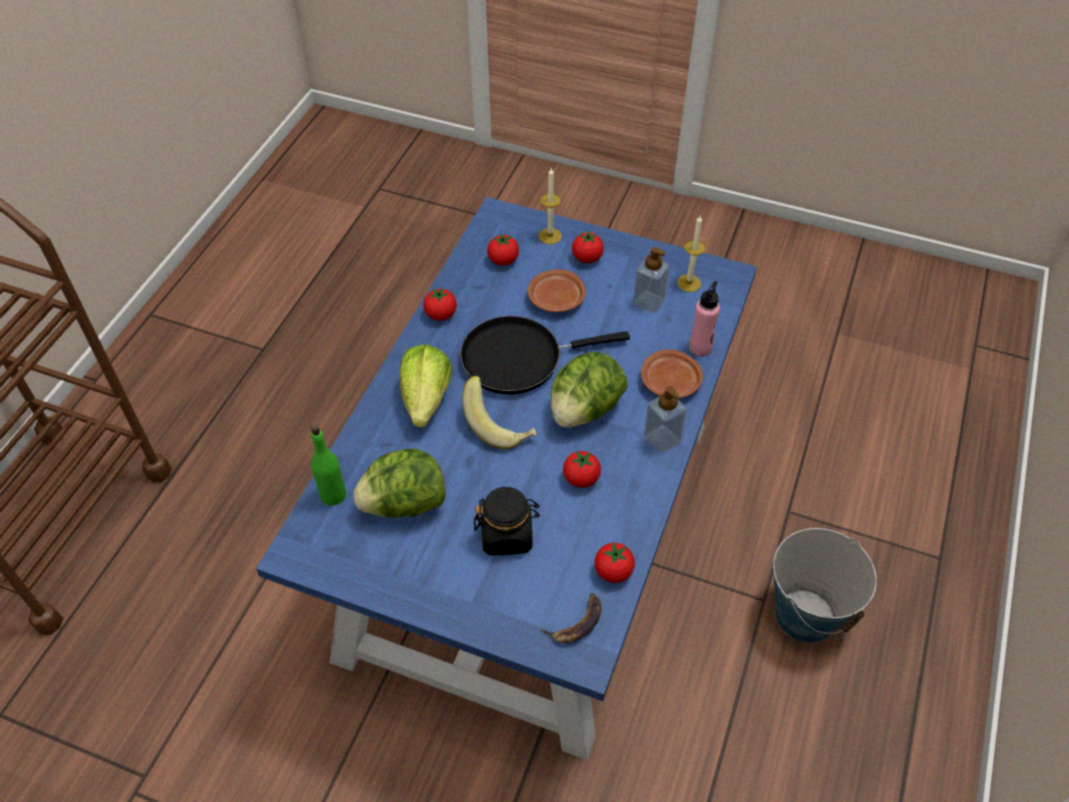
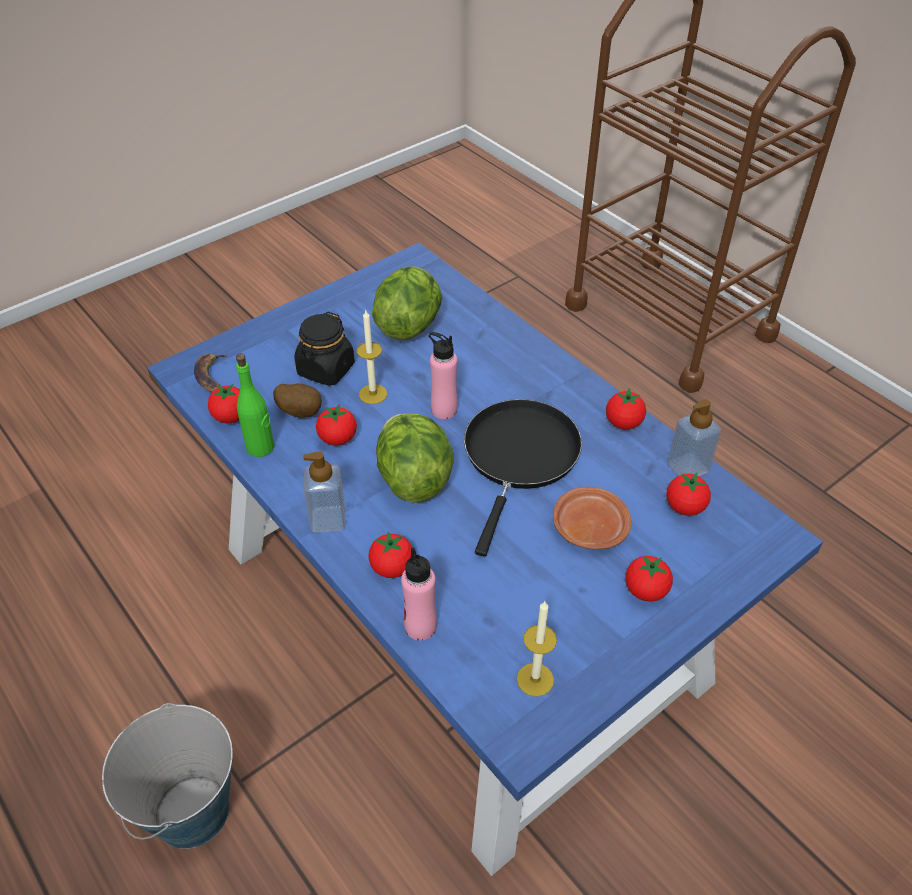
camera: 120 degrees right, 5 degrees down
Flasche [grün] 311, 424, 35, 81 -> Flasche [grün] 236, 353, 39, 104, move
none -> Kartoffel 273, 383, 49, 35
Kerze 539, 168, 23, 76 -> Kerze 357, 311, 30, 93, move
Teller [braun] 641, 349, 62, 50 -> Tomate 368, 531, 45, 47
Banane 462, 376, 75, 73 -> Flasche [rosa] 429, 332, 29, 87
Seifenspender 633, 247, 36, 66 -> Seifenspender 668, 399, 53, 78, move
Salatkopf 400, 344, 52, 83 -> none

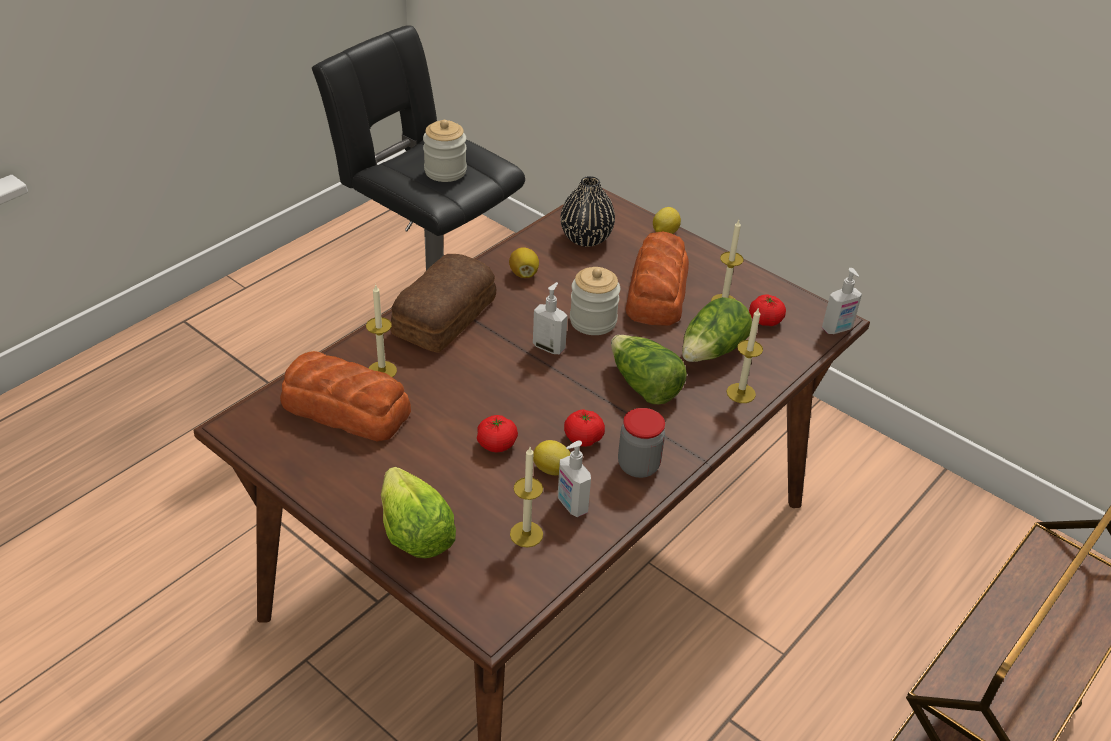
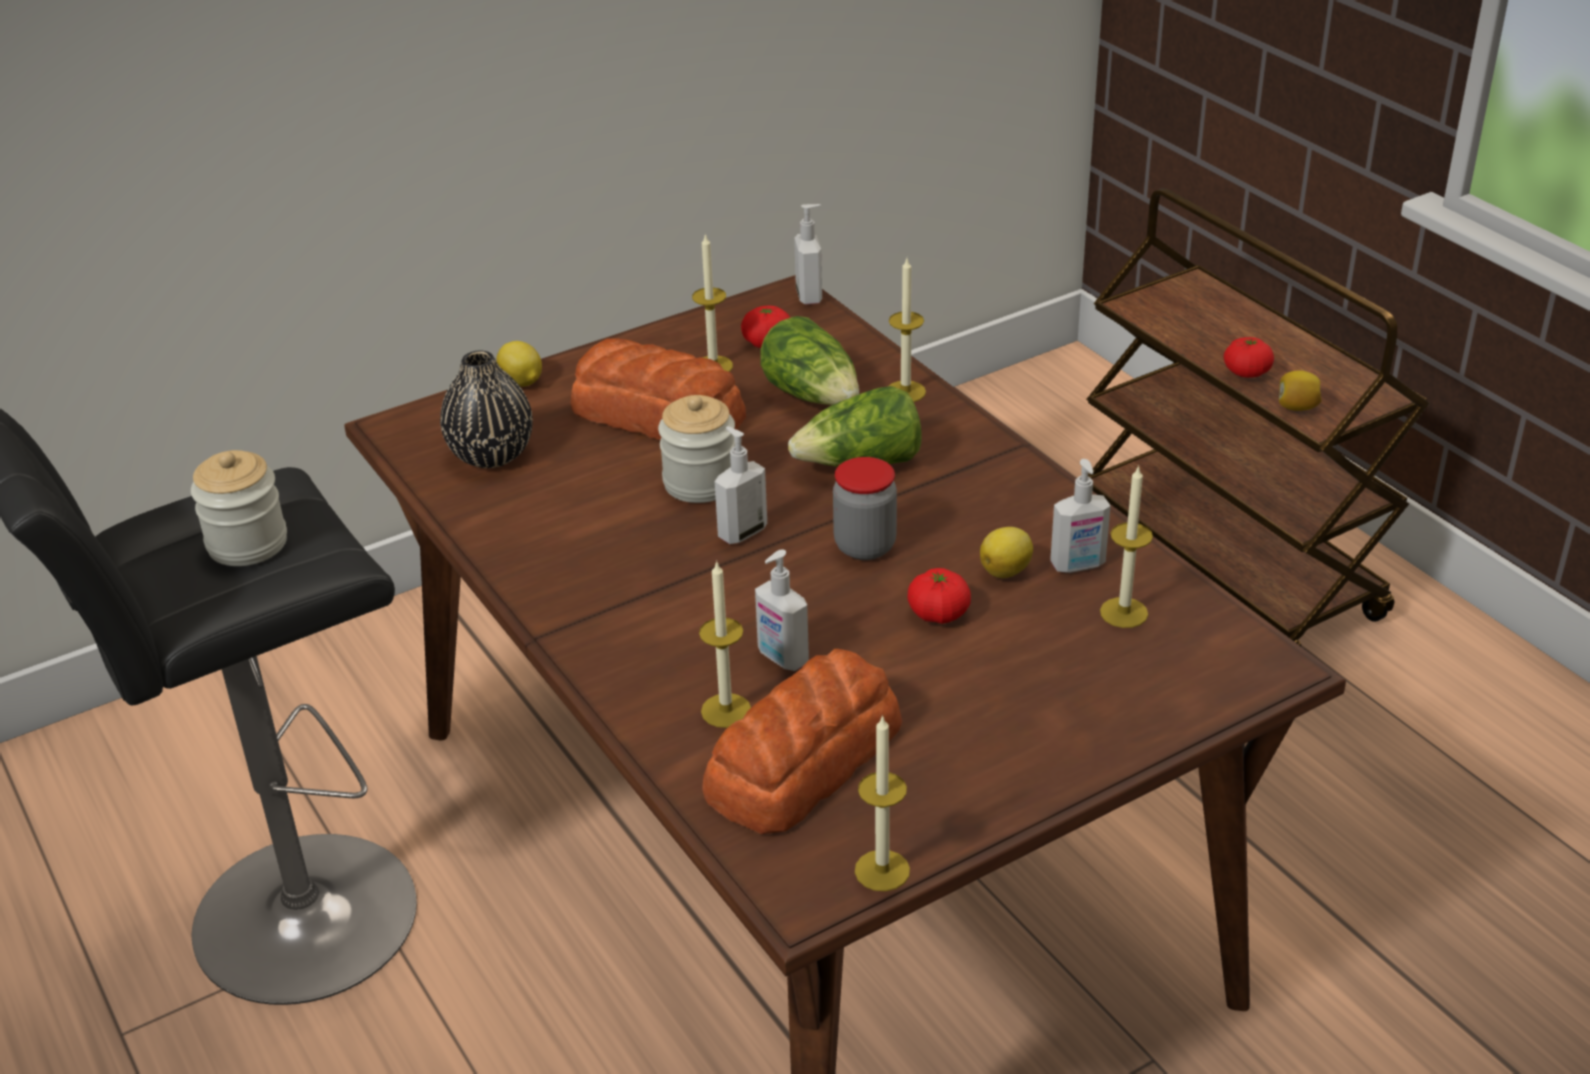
camera: 70 degrees left, 5 degrees down
none -> Seifenspender 755, 549, 54, 122
Vorratsglas 618, 408, 47, 70 -> Vorratsglas 833, 457, 64, 103, move
none -> Kerze 855, 714, 55, 177
Tomate 564, 409, 41, 38 -> Tomate 1224, 337, 50, 41, move
Zitrone 509, 247, 30, 31 -> Zitrone 1279, 370, 43, 41, move
Salatkopf 381, 467, 75, 91 -> none
Brot 391, 254, 105, 99 -> none

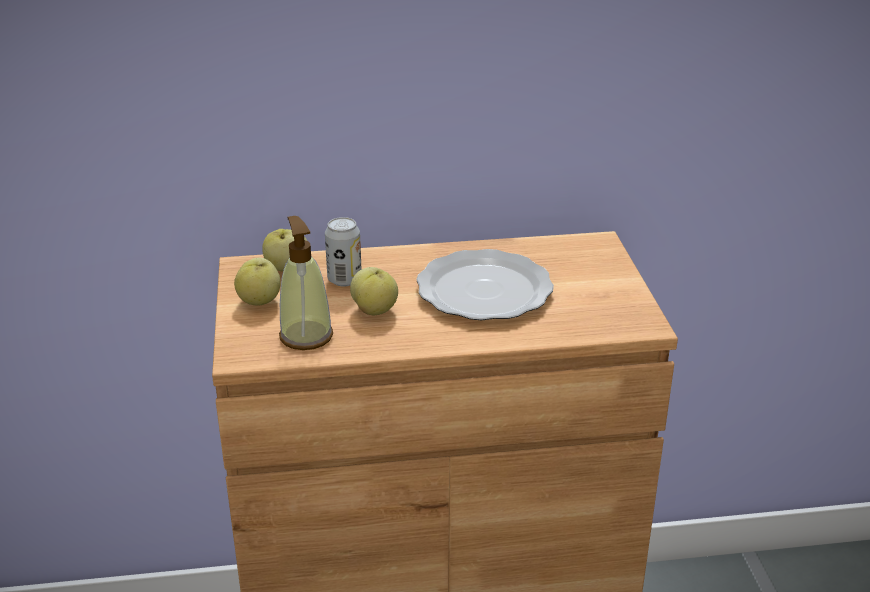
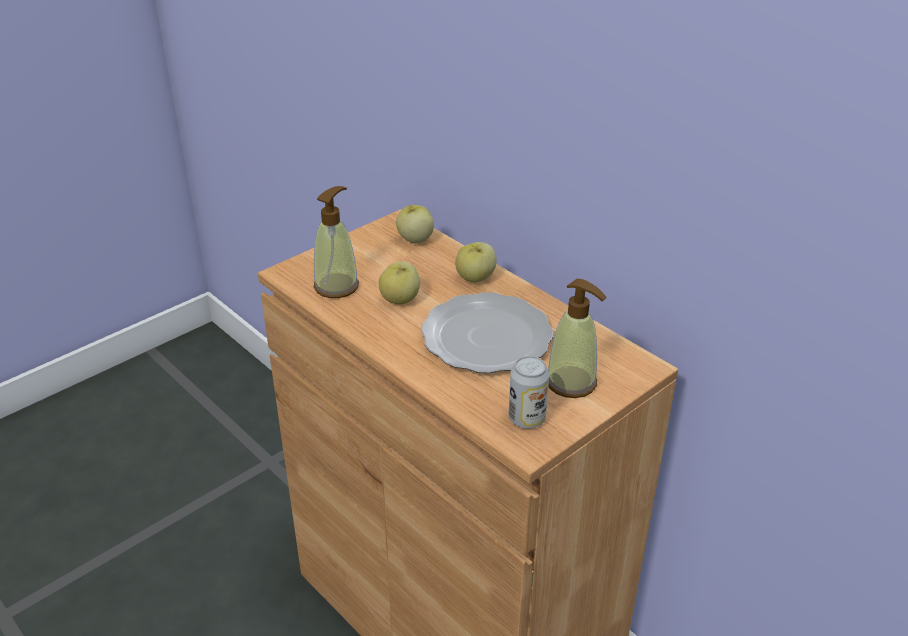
camera: 55 degrees right, 5 degrees up
Apfel 234, 258, 47, 48 -> Apfel 455, 242, 42, 40, move
Dose 325, 217, 37, 69 -> Dose 509, 356, 40, 73, move
none -> Seifenspender 548, 279, 59, 119

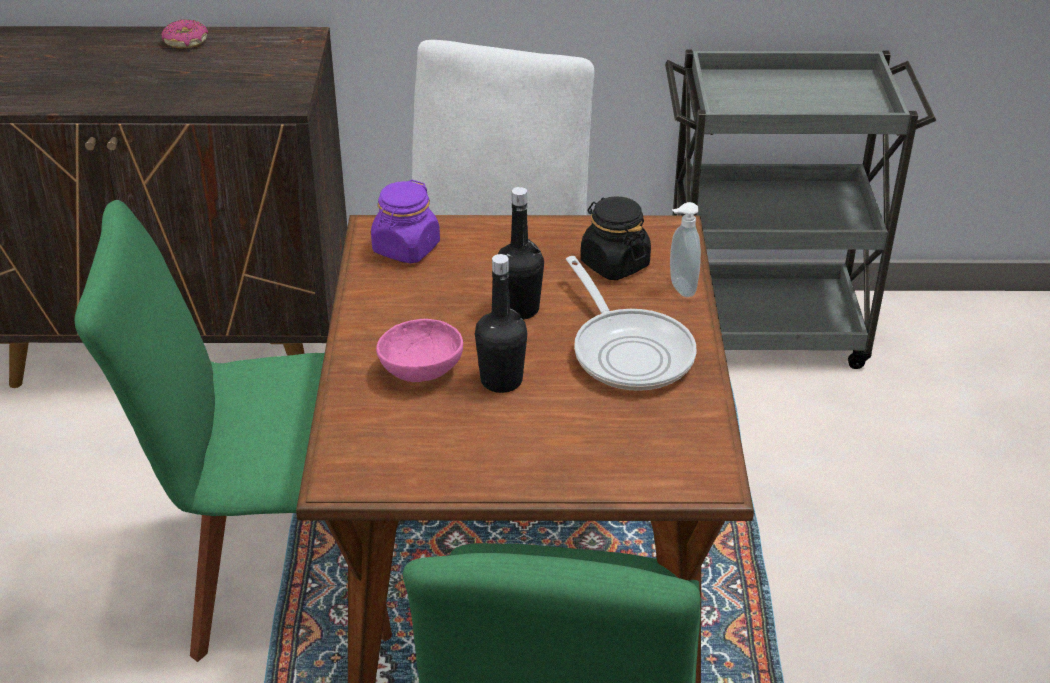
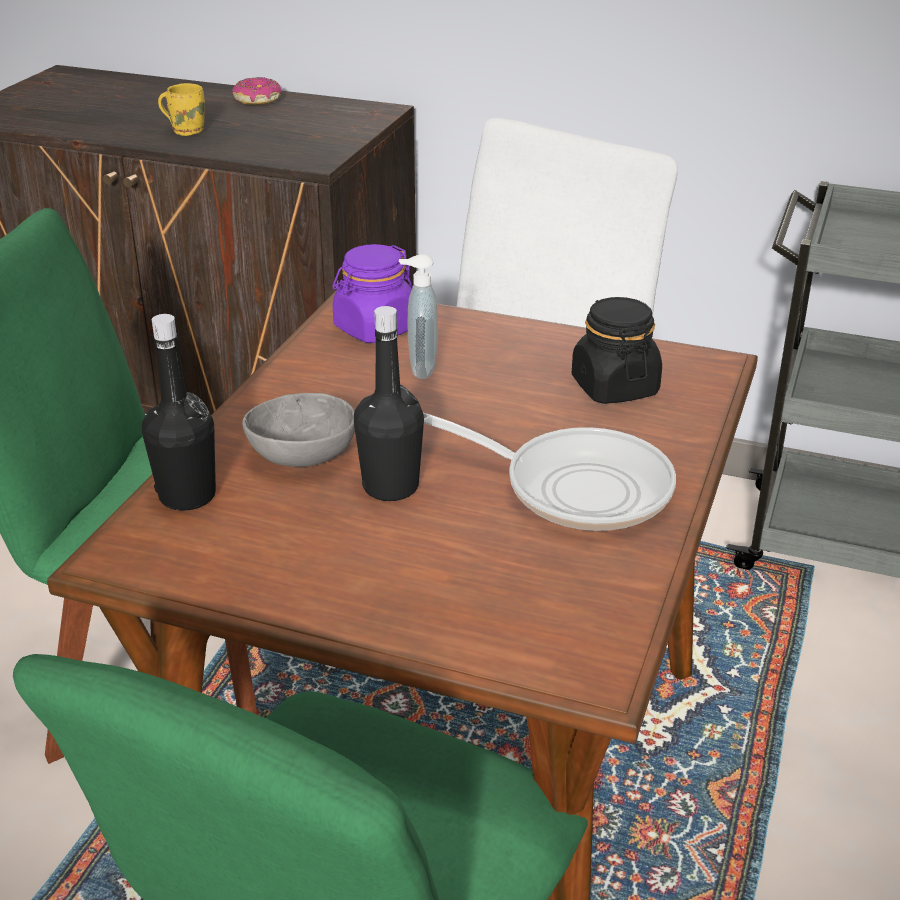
camera: 20 degrees right, 5 degrees down
Flasche [schwarz] 498, 187, 46, 133 -> Flasche [schwarz] 142, 314, 74, 197, move
none -> Henkelbecher [gelb] 158, 83, 47, 53
Schüssel [rosa] 376, 319, 87, 63 -> Schüssel [grau] 242, 393, 113, 74
Seifenspender 670, 202, 31, 95 -> Seifenspender 399, 254, 39, 125, move
Pfanne 566, 256, 130, 135 -> Pfanne 423, 413, 253, 118, 60 degrees counterclockwise

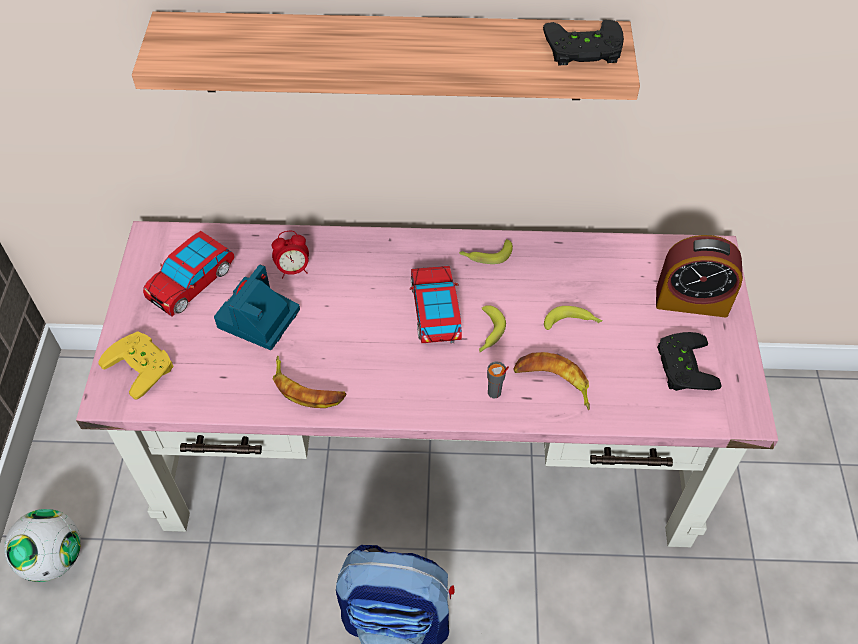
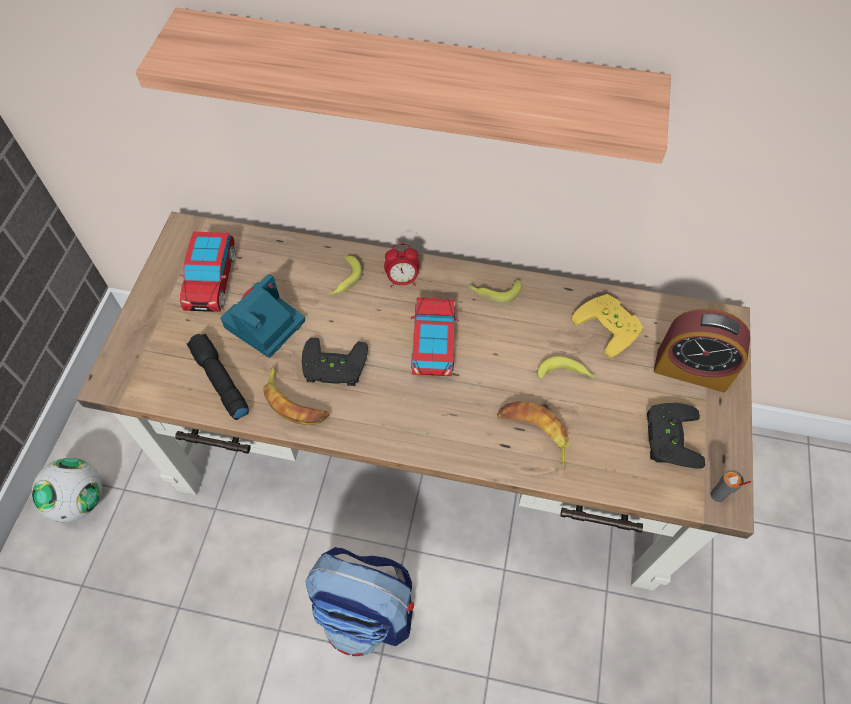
camera: 10 degrees right, 5 degrees up
Schreibtisch [rosa] 76, 221, 702, 327 -> Schreibtisch [braun] 76, 212, 678, 379
Spielzeugauto 143, 231, 91, 86 -> Spielzeugauto 179, 232, 57, 80, 45 degrees counterclockwise
none -> Taschenlampe [schwarz] 186, 334, 63, 86
Gamepad [schwarz] 543, 20, 81, 46 -> Gamepad [schwarz] 302, 338, 66, 48, move
Banane 479, 305, 27, 47 -> Banane 329, 255, 34, 41, move
Wecker 272, 231, 37, 48 -> Wecker 384, 244, 36, 44, move
Gamepad [gelb] 98, 331, 75, 69 -> Gamepad [gelb] 571, 294, 72, 64, move
Tasse [grau] 487, 361, 22, 38 -> Tasse [grau] 711, 470, 40, 32, move

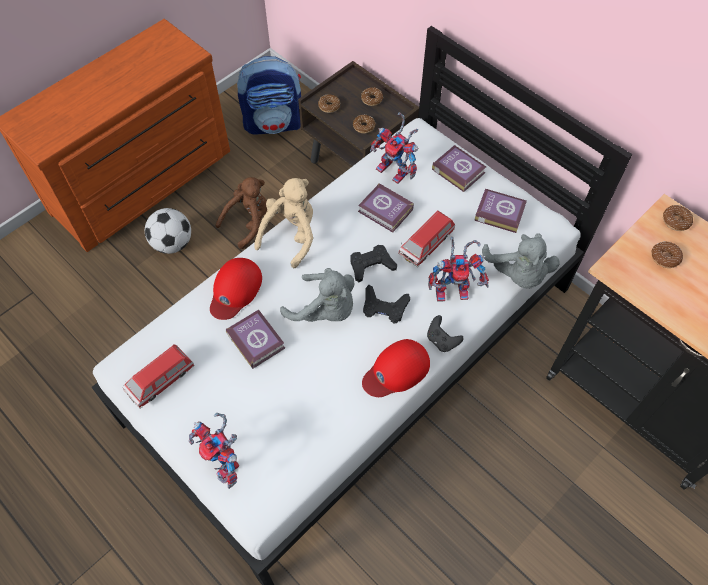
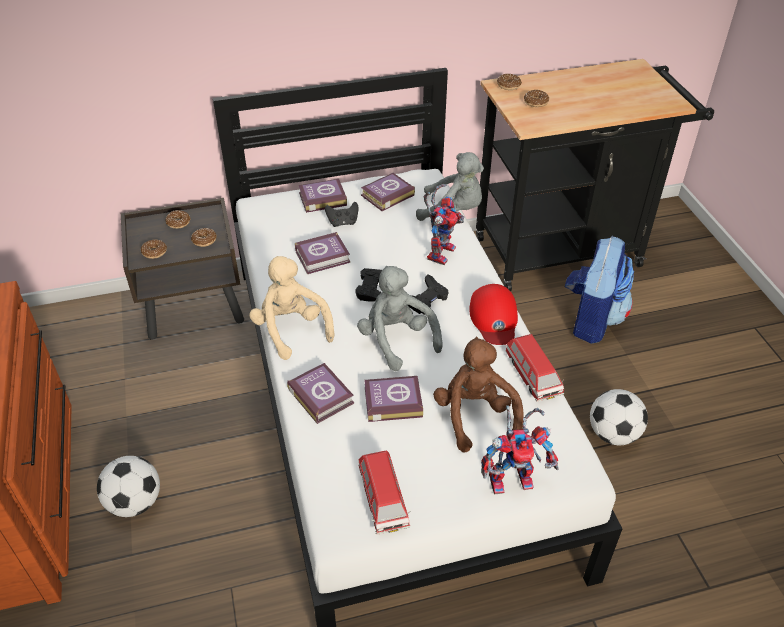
camera: 60 degrees left, 15 degrees down
Kappe [rot] 210, 258, 52, 62 -> Buch 287, 363, 67, 61
Gamepad [schwarz] 427, 315, 37, 37 -> Gamepad [schwarz] 325, 202, 33, 25, move
Plüschtier [grau] 280, 268, 74, 54 -> Plüschtier [grau] 357, 266, 86, 105, 90 degrees counterclockwise
Plüschtier [braun] 216, 177, 51, 72 -> Plüschtier [braun] 433, 337, 91, 116, move
Spielzeugauto 398, 210, 57, 57 -> Spielzeugauto 506, 334, 58, 68, move
Rucksack 237, 56, 64, 78 -> Rucksack 565, 236, 69, 108, move
none -> Fußball 590, 389, 58, 56
Spielzeugroboter 370, 112, 49, 72 -> none

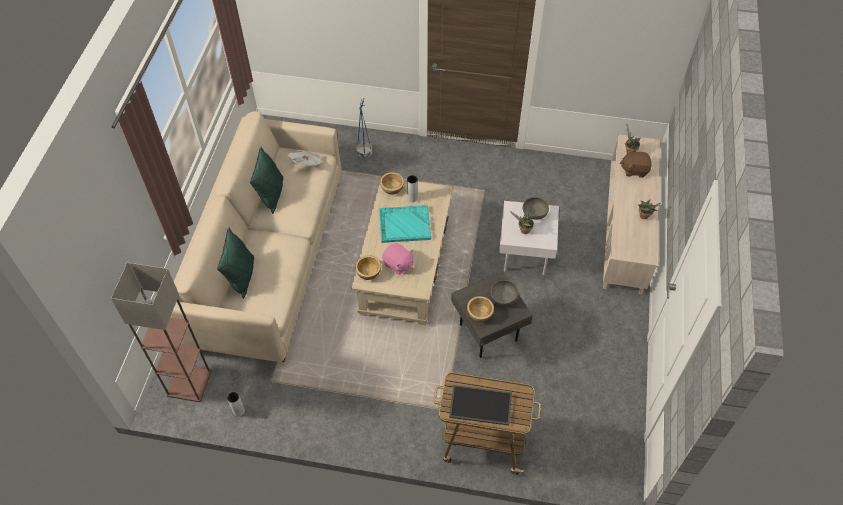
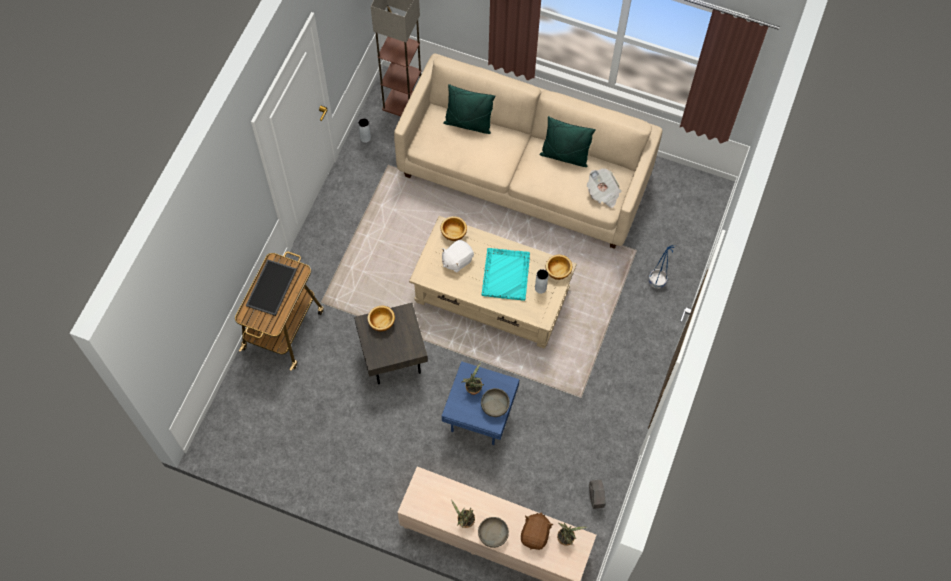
camera: 100 degrees right, 10 degrees up
Plüschtier [rosa] 382, 243, 32, 32 -> Plüschtier [weiß] 442, 240, 32, 33
Beistelltisch [weiß] 499, 201, 60, 74 -> Beistelltisch [blau] 442, 361, 77, 84
Schüssel [grau] 491, 280, 28, 26 -> Schüssel [grau] 478, 517, 31, 31, move
none -> Pflanzkübel [grau] 589, 479, 17, 30

